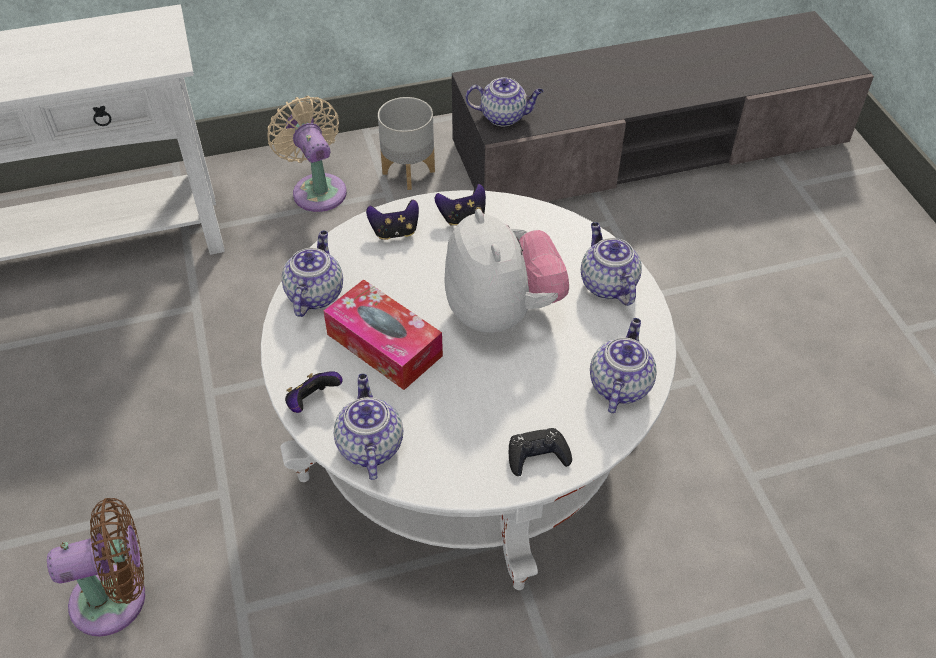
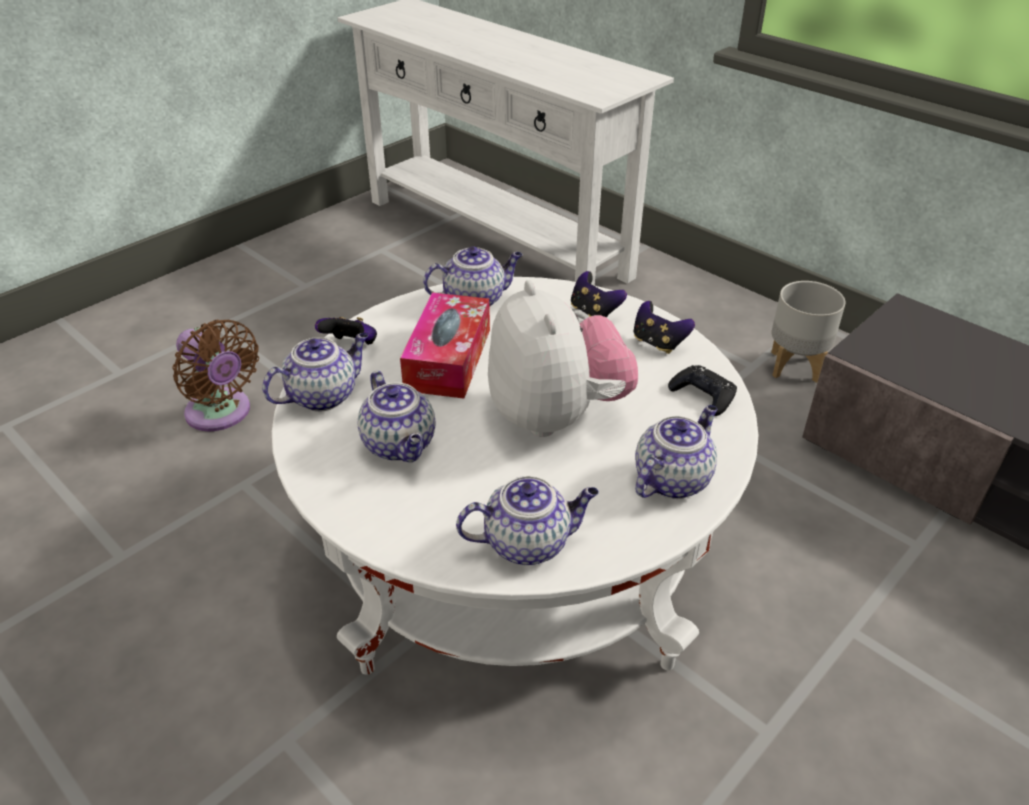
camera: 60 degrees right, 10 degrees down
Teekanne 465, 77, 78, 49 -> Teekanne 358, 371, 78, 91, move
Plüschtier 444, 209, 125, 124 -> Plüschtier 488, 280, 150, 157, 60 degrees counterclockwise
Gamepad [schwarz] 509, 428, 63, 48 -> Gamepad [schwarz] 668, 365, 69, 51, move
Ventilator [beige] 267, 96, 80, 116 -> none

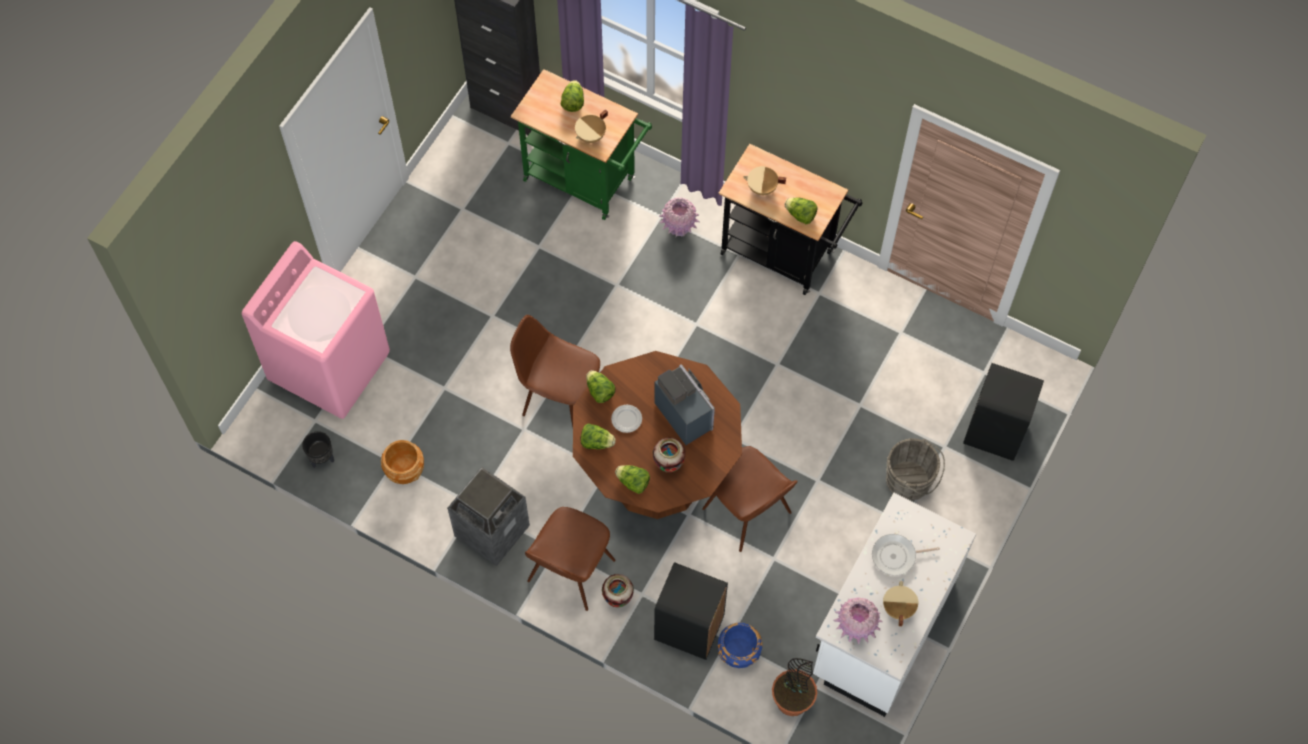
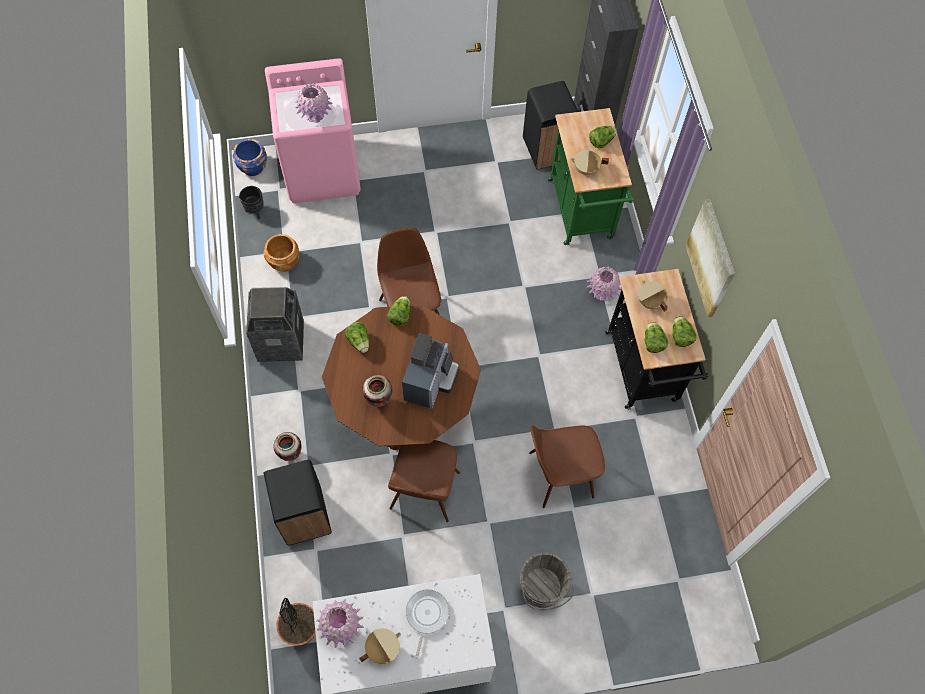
camera: 50 degrees right, 0 degrees up
Pflanzkübel [blau] 718, 623, 44, 45 -> Pflanzkübel [blau] 233, 139, 34, 37, move
none -> Vase [rosa] 294, 84, 39, 39
Pfanne 872, 534, 68, 42 -> Pfanne 406, 589, 43, 70, 60 degrees clockwise
Mülleimer [schwarz] 963, 363, 81, 98 -> Mülleimer [schwarz] 523, 81, 55, 89, move
Stuhl [braun] 525, 507, 91, 104 -> Stuhl [braun] 529, 425, 76, 83, move
Salatkopf 615, 465, 35, 29 -> Salatkopf 673, 316, 23, 31, move
none -> Bild 686, 198, 49, 119
Teller 611, 405, 31, 28 -> none

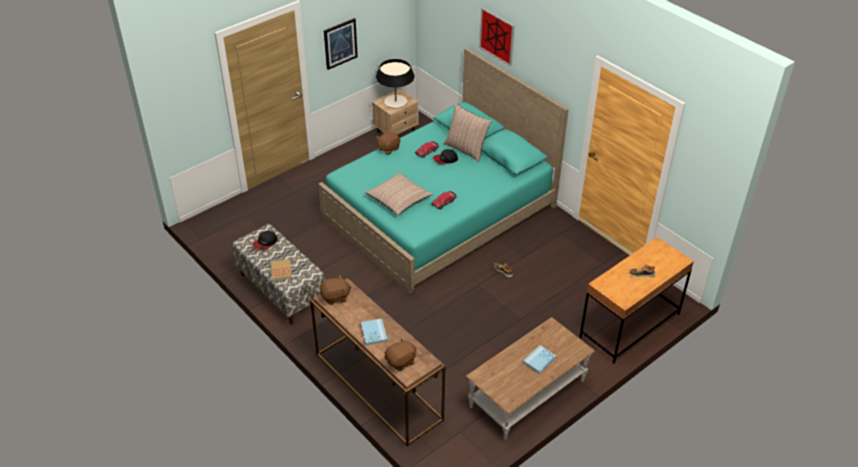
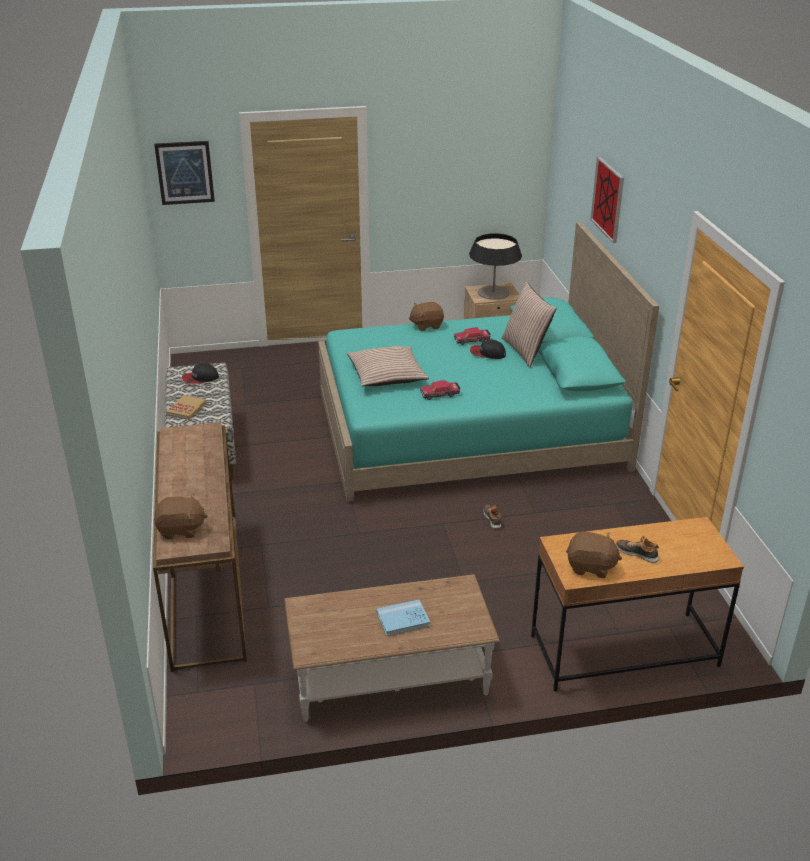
camera: 30 degrees right, 10 degrees down
Bild 324, 18, 34, 52 -> Bild 154, 141, 61, 64, move
Plüschtier [braun] 320, 275, 32, 30 -> Plüschtier [braun] 566, 531, 56, 47, move
Buch [blau] 361, 319, 26, 26 -> none

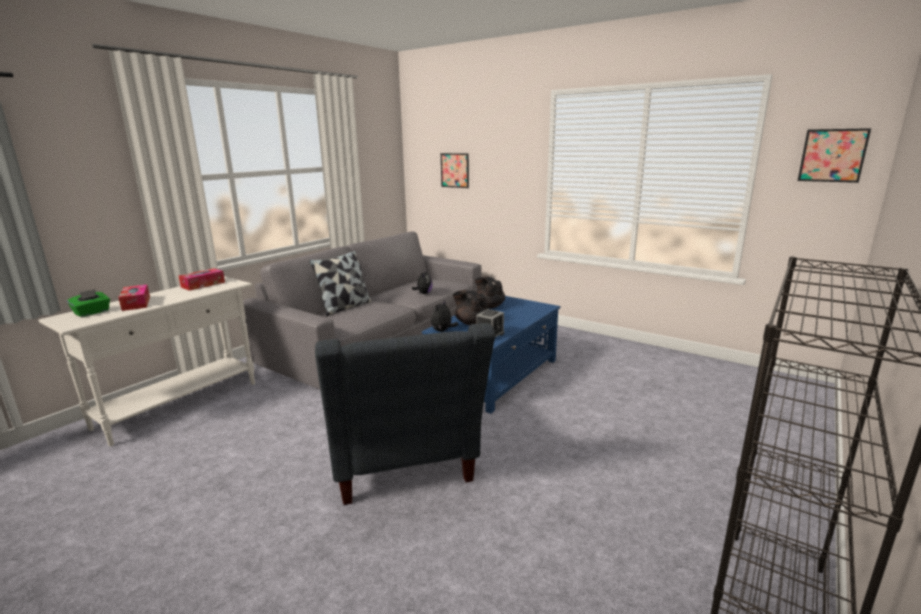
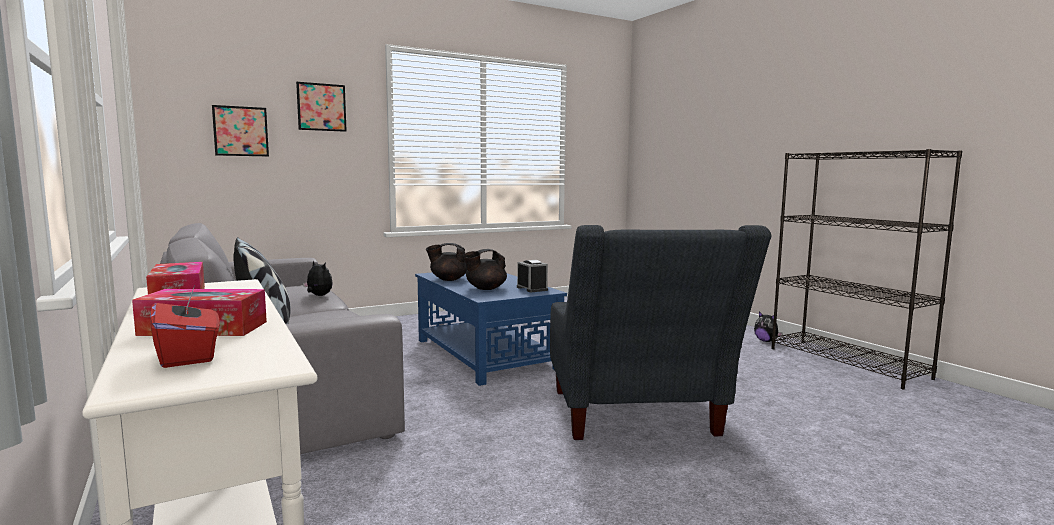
camera: 65 degrees left, 10 degrees down
Taschentuchbox [grün] 67, 289, 43, 28 -> Taschentuchbox [rot] 150, 286, 70, 82
Bild 798, 128, 73, 55 -> Bild 296, 82, 51, 50, move
Sessel [grau] 315, 323, 180, 182 -> Sessel [grau] 550, 225, 222, 215, 75 degrees clockwise
Plüschtier 431, 300, 27, 32 -> Plüschtier 754, 311, 29, 31, move

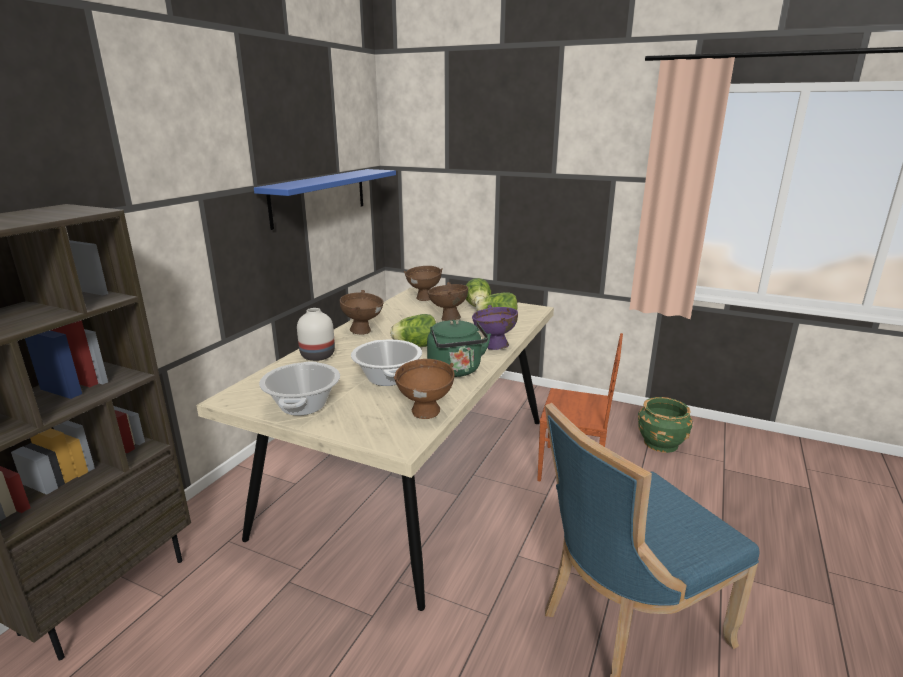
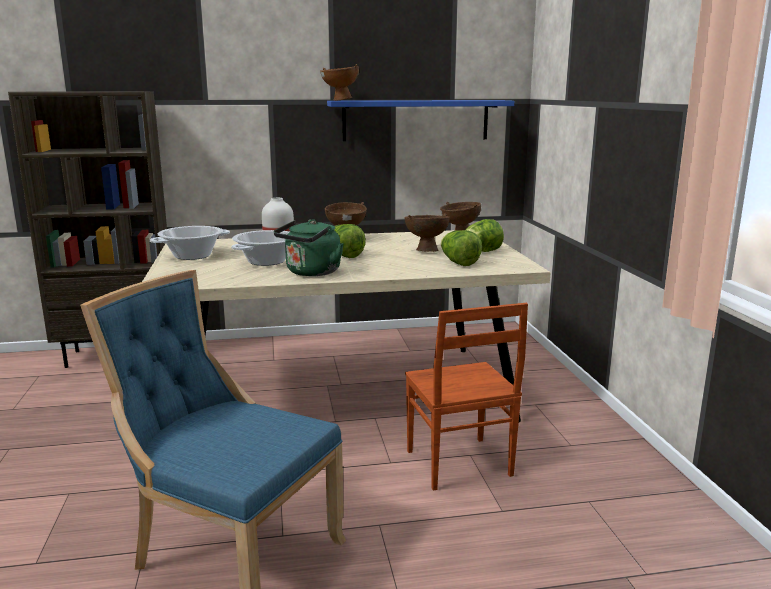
camera: 55 degrees right, 5 degrees down
Schüssel [braun] 394, 359, 61, 60 -> Schüssel [braun] 320, 64, 39, 37, move
Schüssel [lila] 472, 305, 46, 45 -> none
Pflanzkübel [grün] 638, 397, 55, 56 -> none

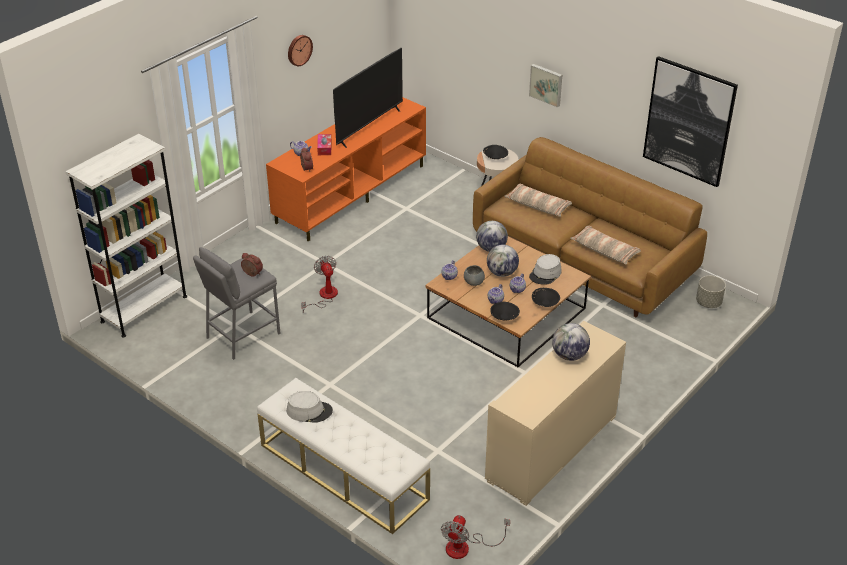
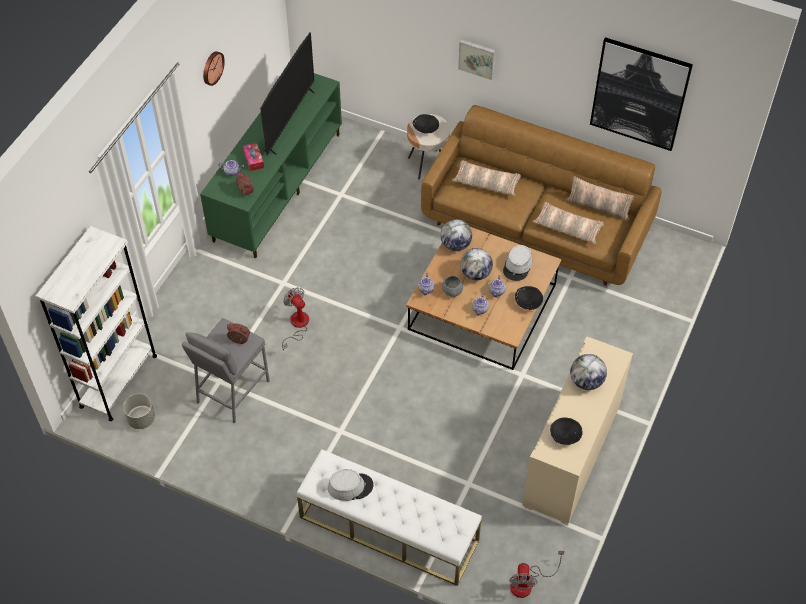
camera: 15 degrees left, 15 degrees up
Pflanzkübel [grau] 696, 276, 30, 32 -> Pflanzkübel [grau] 123, 394, 32, 35, move
Fernsehschrank [orange] 266, 97, 160, 144 -> Fernsehschrank [grün] 200, 73, 142, 186
Schüssel [schwarz] 490, 302, 30, 19 -> Schüssel [schwarz] 550, 417, 33, 28, move
none -> Kissen 566, 176, 68, 45

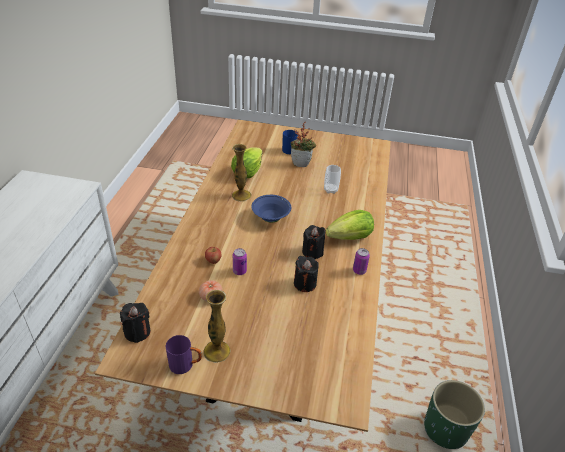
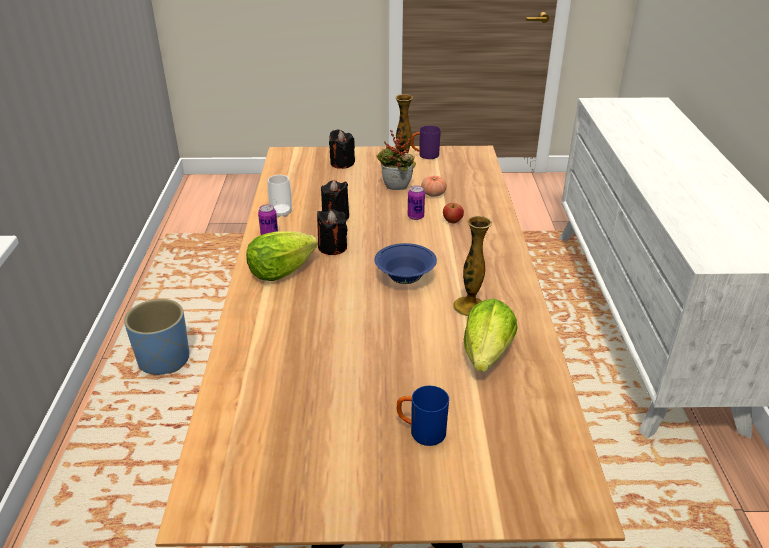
camera: 170 degrees right, 5 degrees down
Pflanzkübel [grün] 424, 380, 61, 69 -> Pflanzkübel [blau] 124, 299, 65, 76
Tasse 324, 165, 17, 29 -> Tasse 268, 175, 24, 43, move
Kerze [schwarz] 120, 303, 30, 40 -> Kerze [schwarz] 329, 129, 26, 40, move
Topfpflanze 291, 122, 26, 45 -> Topfpflanze 376, 130, 39, 60, move

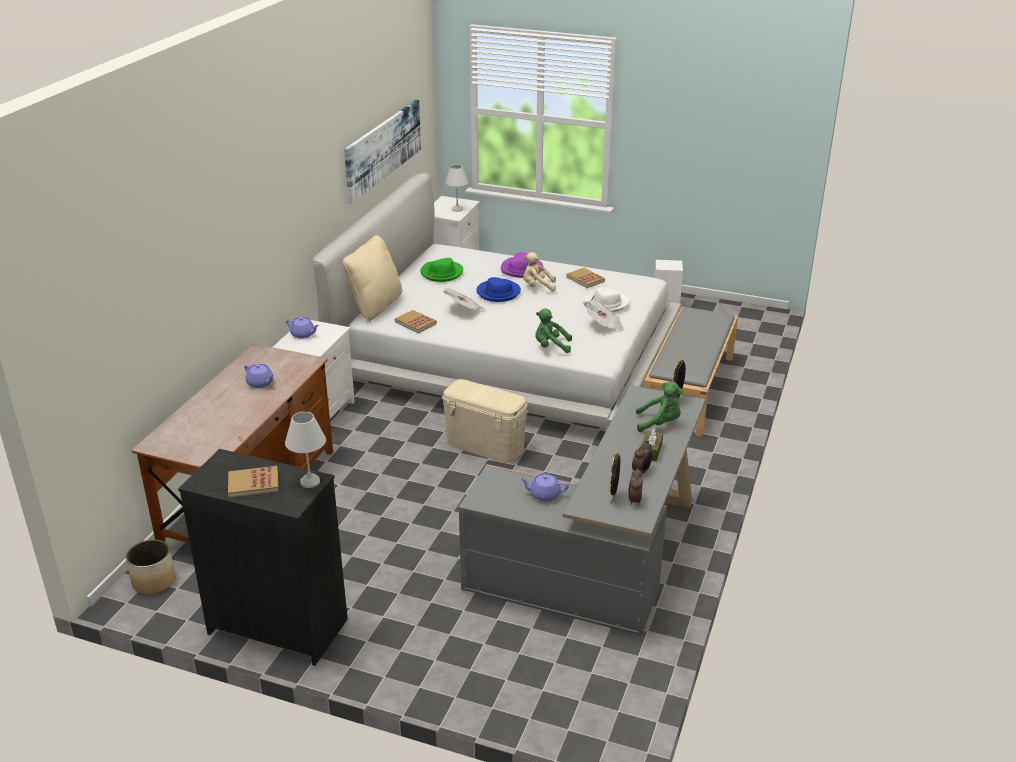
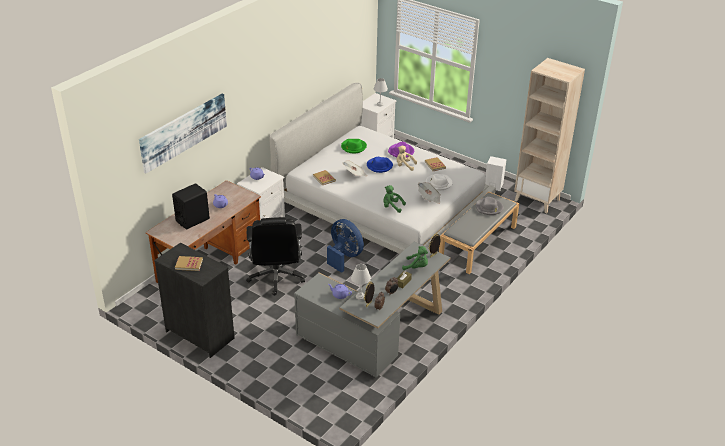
camera: 15 degrees right, 5 degrees up
Bild 344, 100, 77, 103 -> Bild 139, 94, 88, 80, move
none -> Lautsprecher [schwarz] 172, 183, 38, 47
none -> Bürostuhl [schwarz] 246, 217, 59, 79
Aufbewahrungsbox [beige] 442, 379, 87, 85 -> Ventilator [blau] 327, 219, 37, 54
Tischlampe [weiß] 285, 412, 41, 76 -> Tischlampe [weiß] 351, 264, 20, 36, move
none -> Hut [grau] 476, 197, 27, 18
none -> Bücherregal [beige] 514, 58, 71, 155
Pflanzkübel 126, 539, 49, 55 -> none
Kissen [beige] 343, 235, 59, 87 -> none

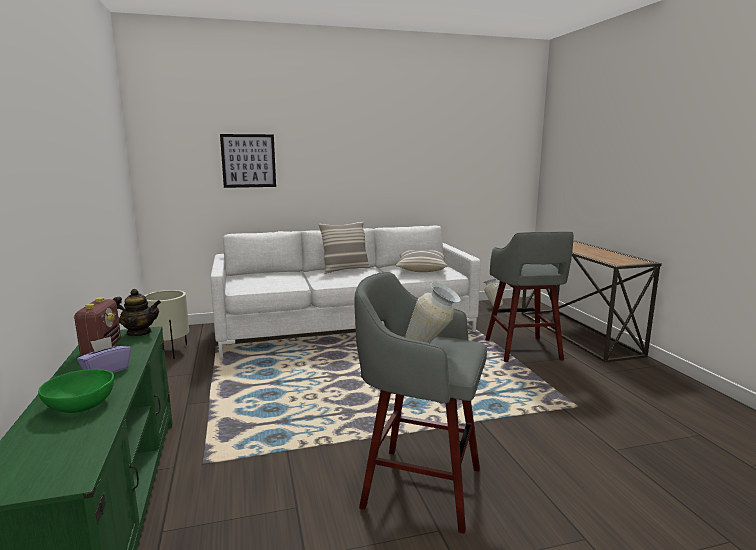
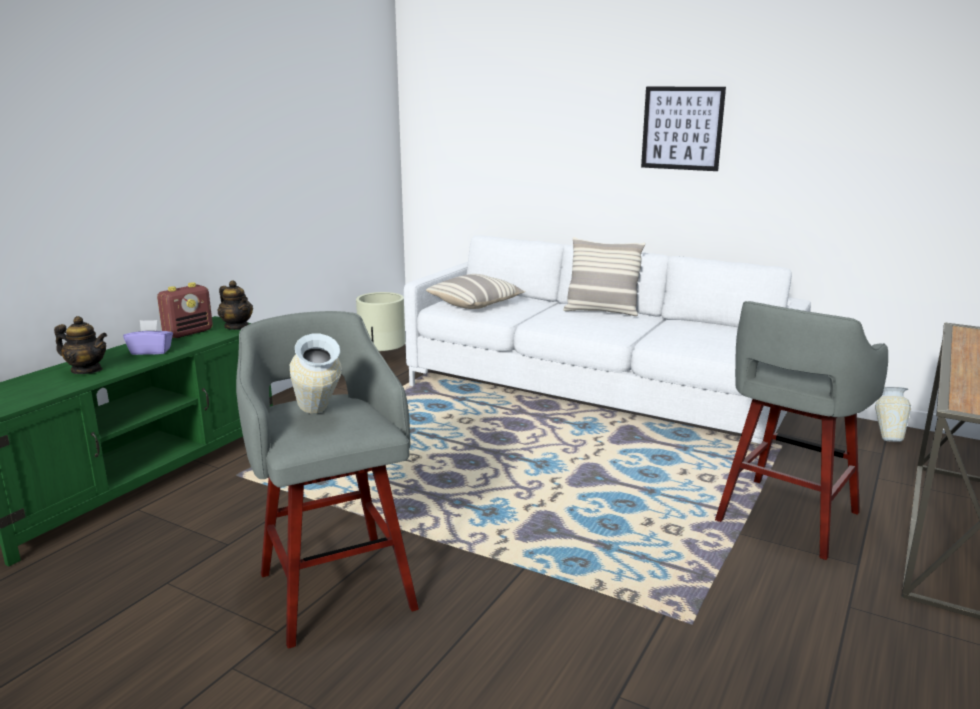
camera: 45 degrees right, 5 degrees up
Schüssel [grün] 38, 369, 76, 44 -> Teekanne 54, 316, 53, 58
Kissen 396, 250, 52, 22 -> Kissen 426, 274, 100, 35, move
Bild 220, 134, 56, 54 -> Bild 641, 87, 85, 84, move

